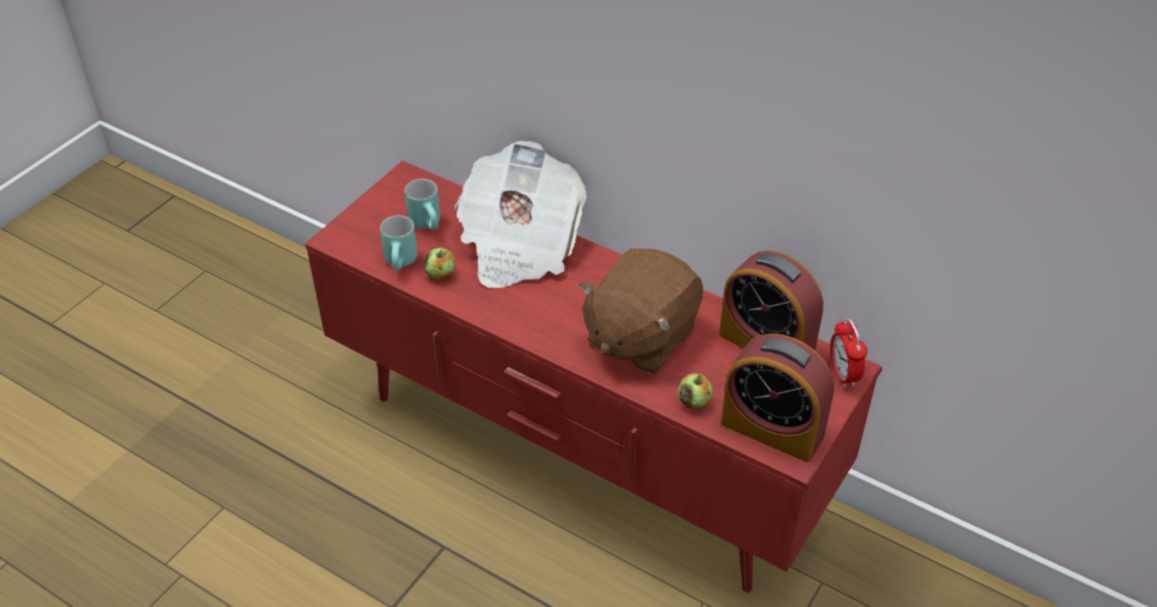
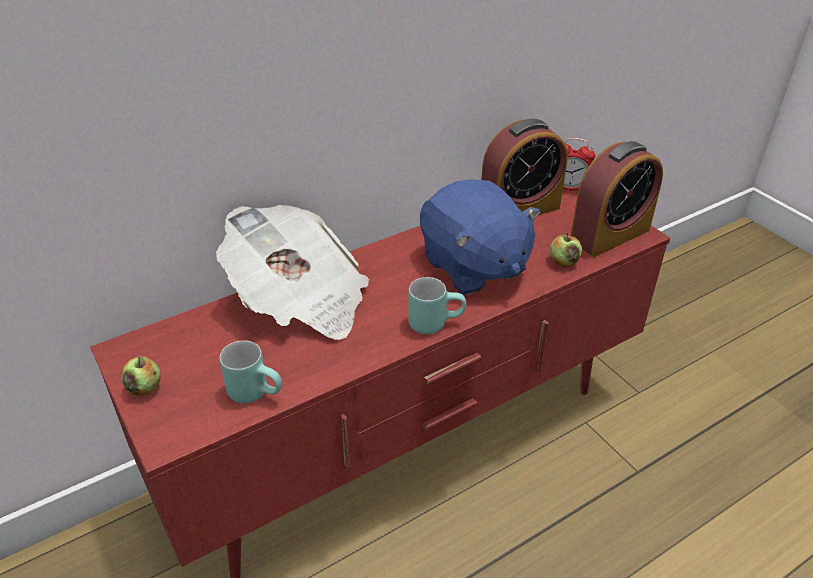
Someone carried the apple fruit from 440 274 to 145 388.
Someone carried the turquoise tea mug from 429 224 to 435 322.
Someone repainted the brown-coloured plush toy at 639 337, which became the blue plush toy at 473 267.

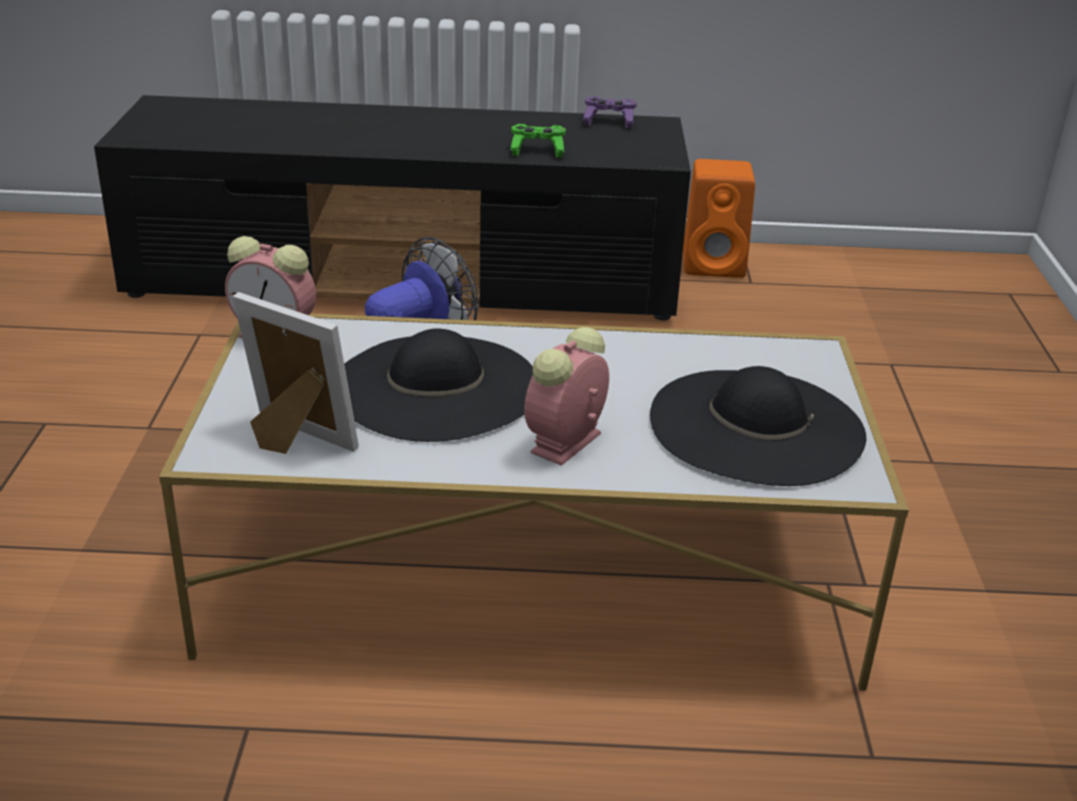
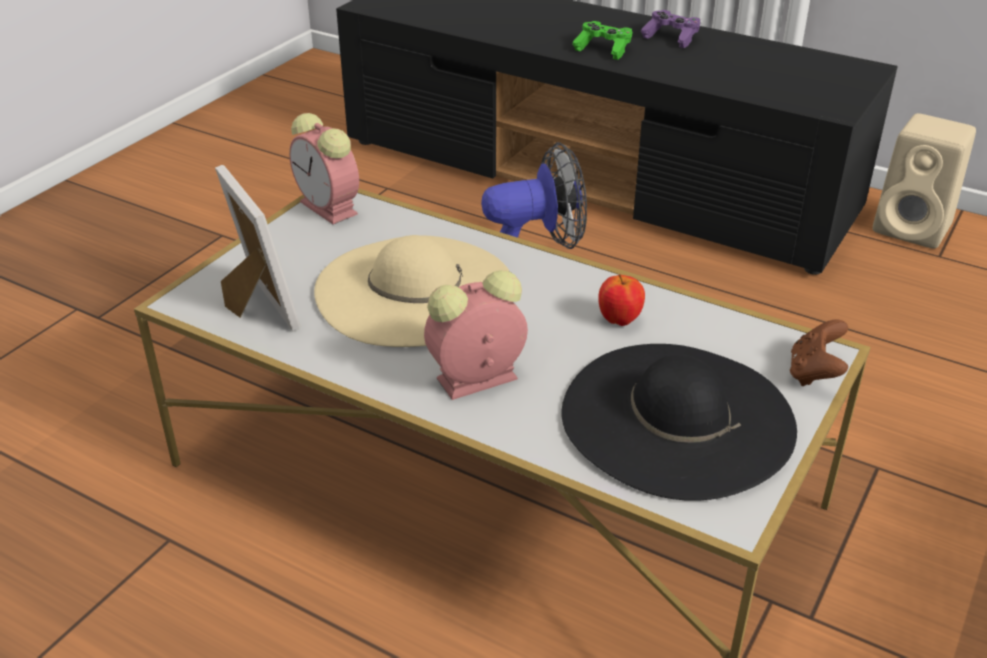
Someone repainted the black wearable hat at 435 387, which became the beige-coloured wearable hat at 414 290.
Someone carried the greenish game controller from 537 151 to 603 49.
Someone put down the apple fruit at 619 320.
Someone carried the purplish game controller from 609 122 to 671 38.
Someone put down the brown-coloured game controller at 814 373.
Someone repainted the orange speaker at 716 265, which became the beige-coloured speaker at 914 229.

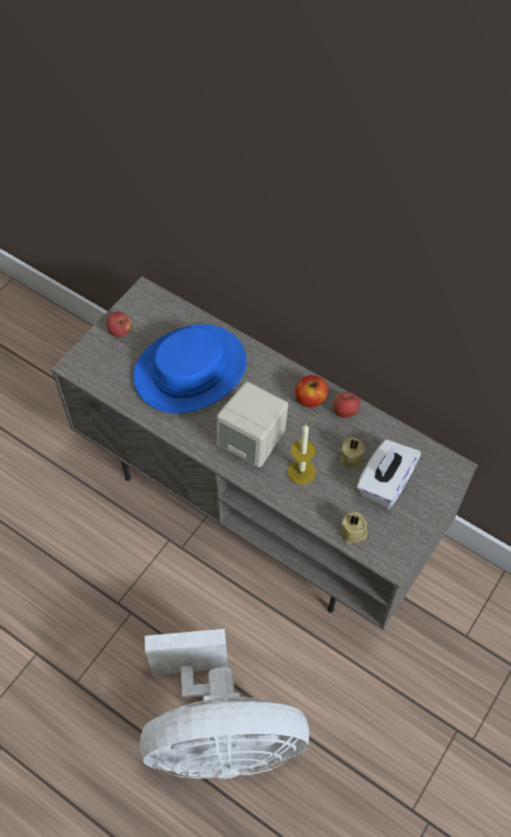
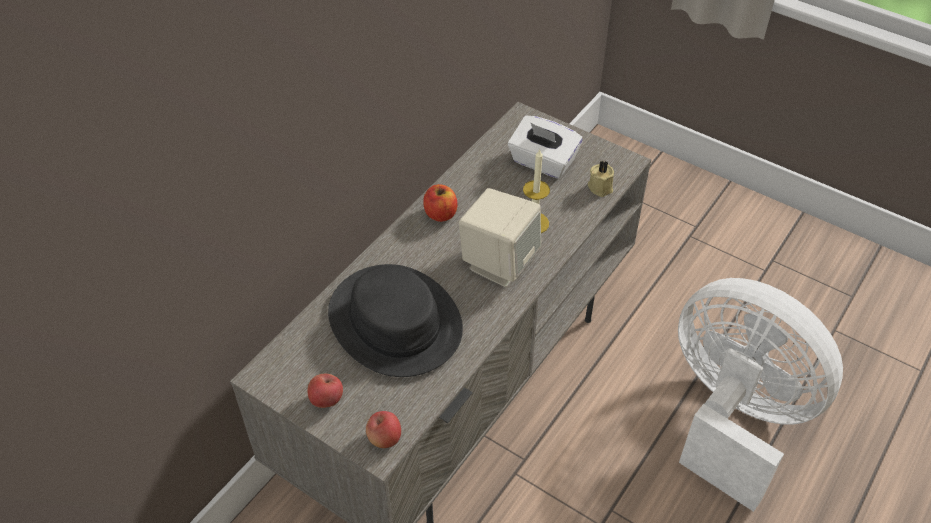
Someone repainted the blue wearable hat at 190 370, which became the black wearable hat at 395 321.
Someone carried the apple fruit from 345 411 to 384 438.
Someone rotated the white electric fan at 219 735 by 45 degrees counterclockwise.
Someone took away the beige-coloured candle at 350 456.

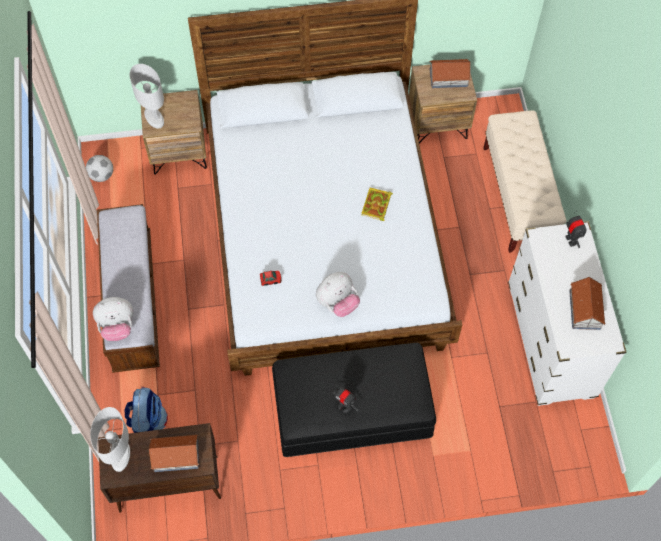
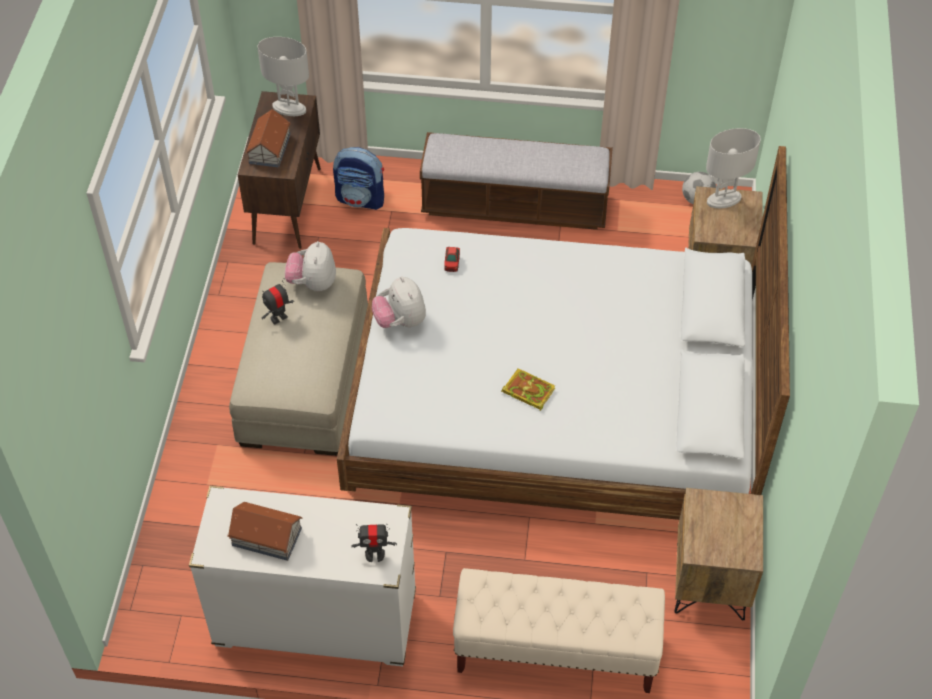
Someone repainted the black footrest at 352 410, which became the beige-coloured footrest at 305 378.
Someone carried the plush toy from 117 326 to 313 283.
Someone took away the model house at 448 77.

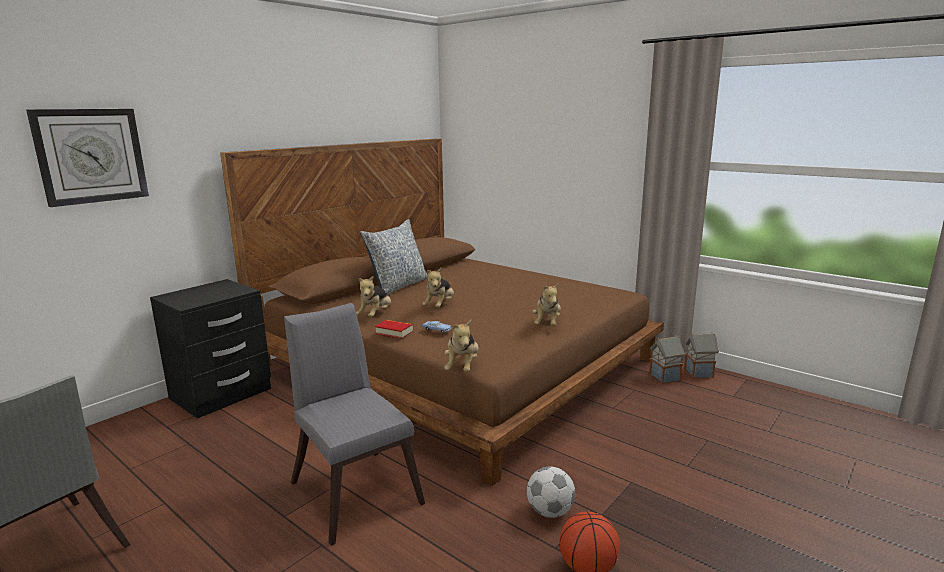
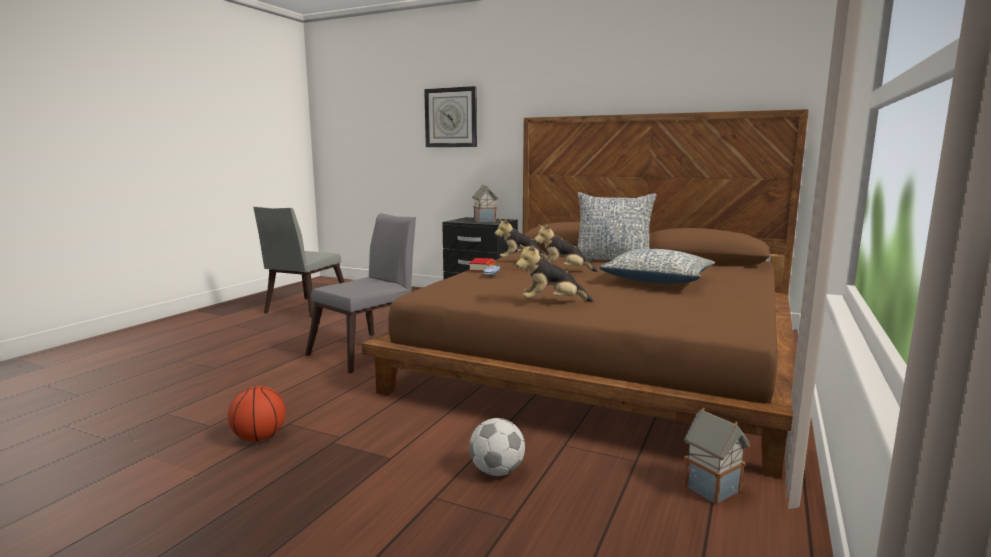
Someone carried the ball for football from 549 511 to 497 471.
Someone carried the model house from 699 372 to 485 221.
Someone put down the pillow at 657 280.
Someone took away the plush toy at 462 367.

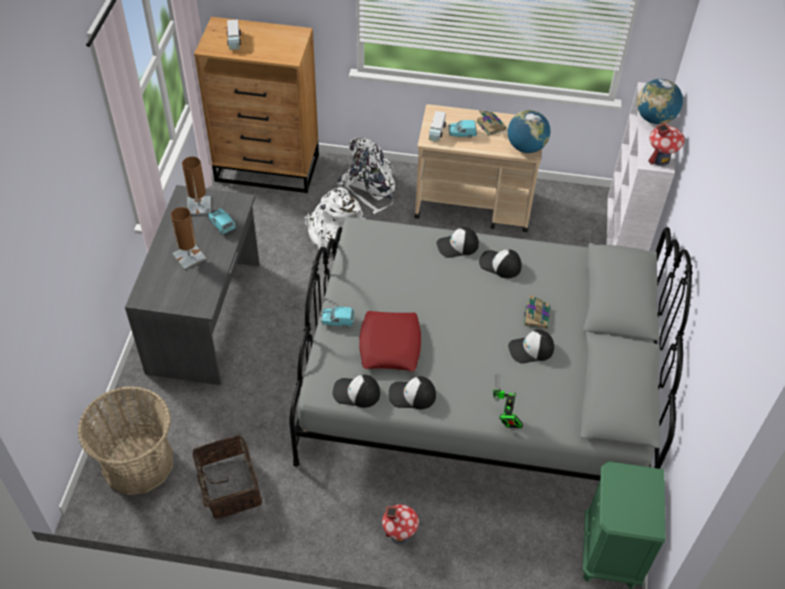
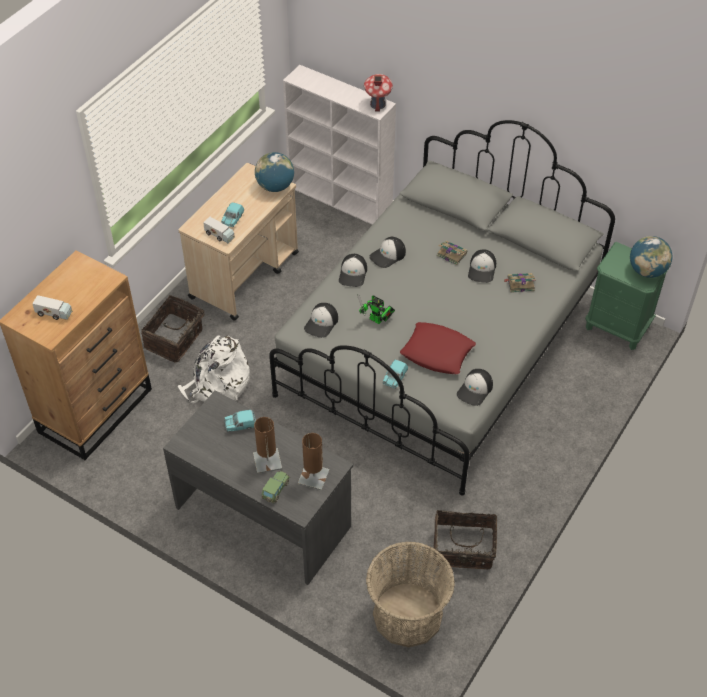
Someone swapped the white rucksack at 370 188 for the storage basket at 175 339.
Someone put down the toy car at 275 490.
Someone carried the brown-coloured tabletop lamp from 199 206 to 313 477.
Someone carried the peaked cap from 411 395 to 321 323.
Someone carried the toy robot from 506 420 to 377 320.
Someone carried the book from 490 125 to 520 284.
Someone carried the globe from 654 118 to 647 271.
Someone took away the model house at 399 535.

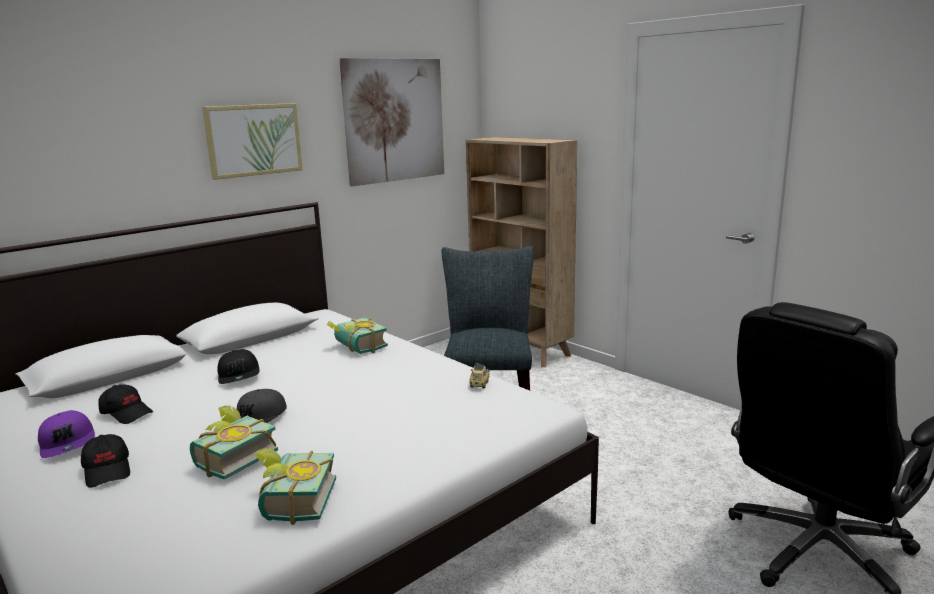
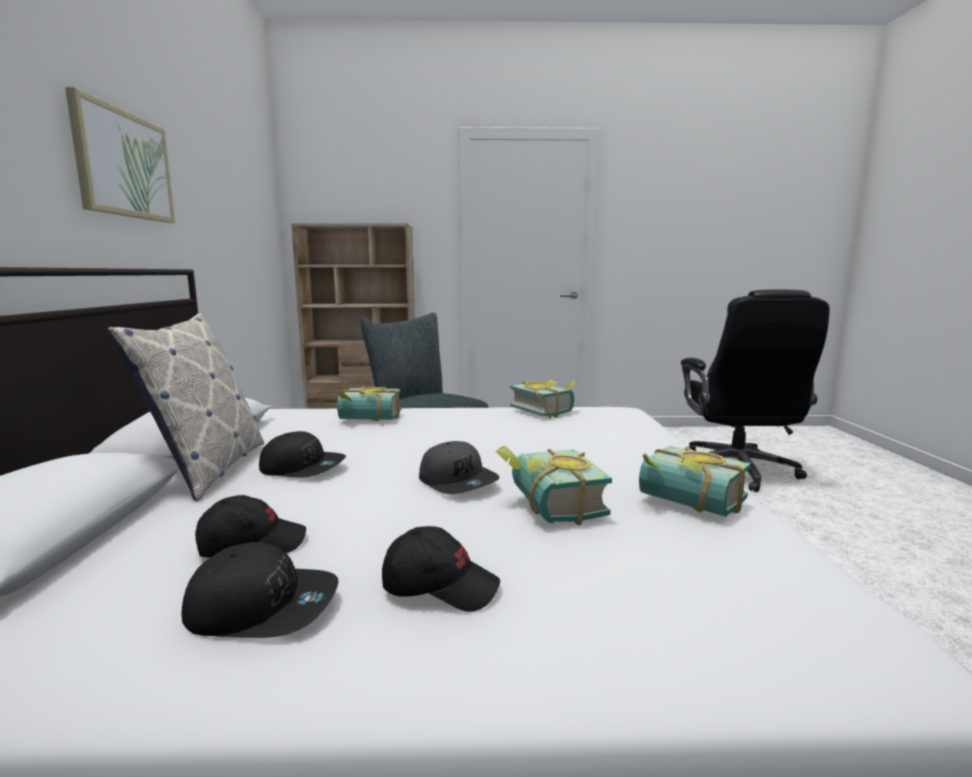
Someone put down the pillow at 208 469.
Someone repainted the purplish peaked cap at 68 443, which became the black peaked cap at 263 607.
Someone swapped the toy car at 479 384 for the book at 546 411.
Someone took away the wall picture at 394 120.

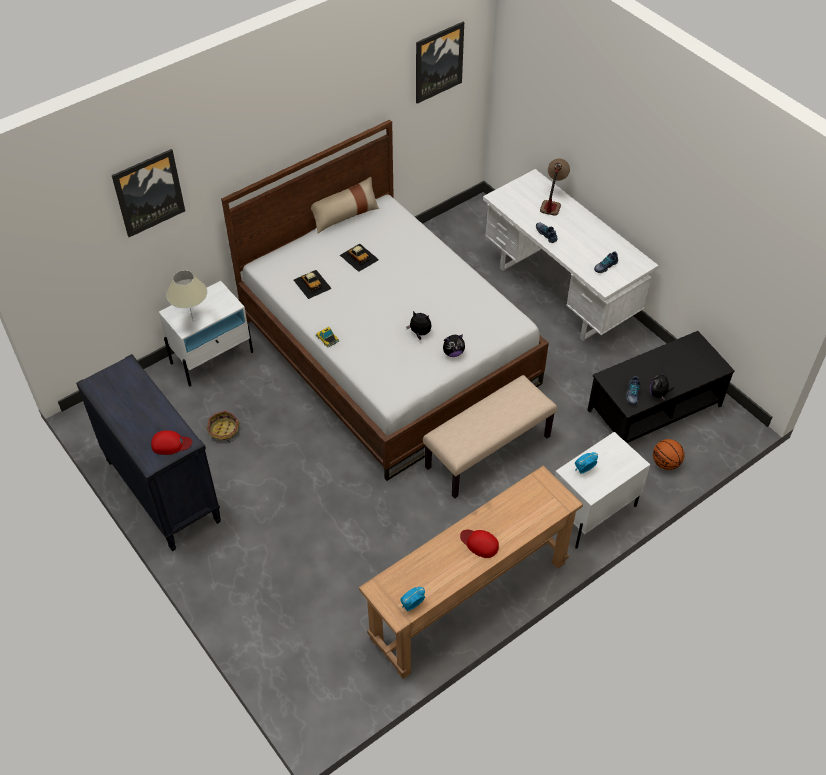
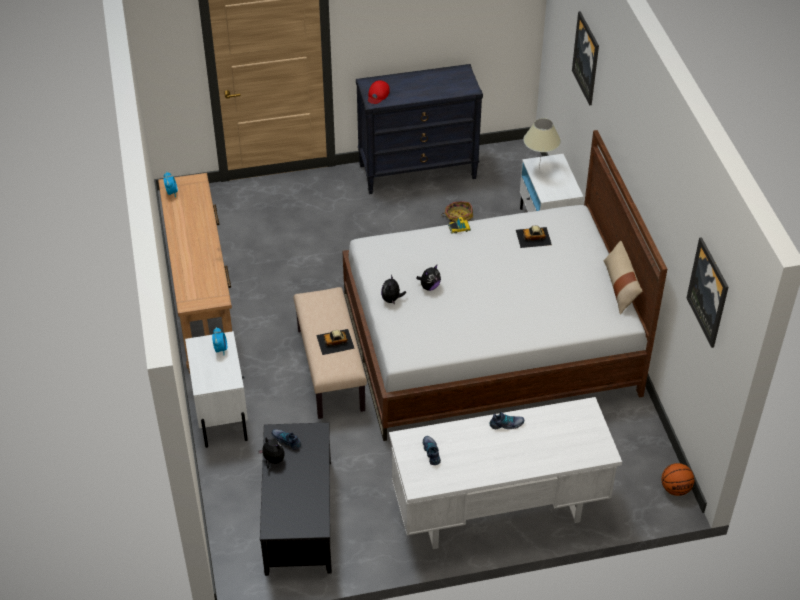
Someone carried the toy car from 359 257 to 335 342.
Someone carried the basketball from 665 463 to 675 489.
Someone took away the red peaked cap at 479 543.
Someone took away the tabletop lamp at 552 201.

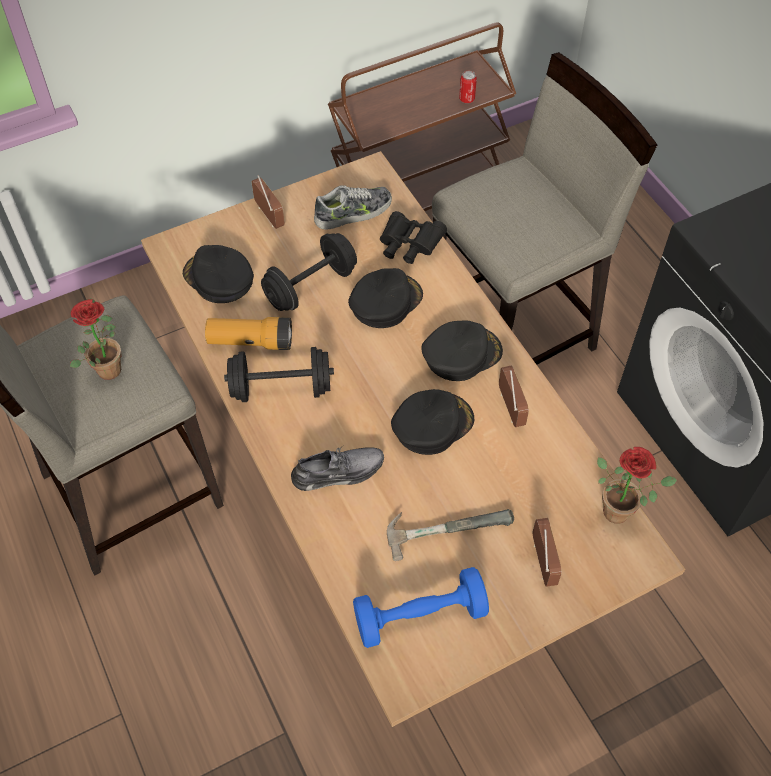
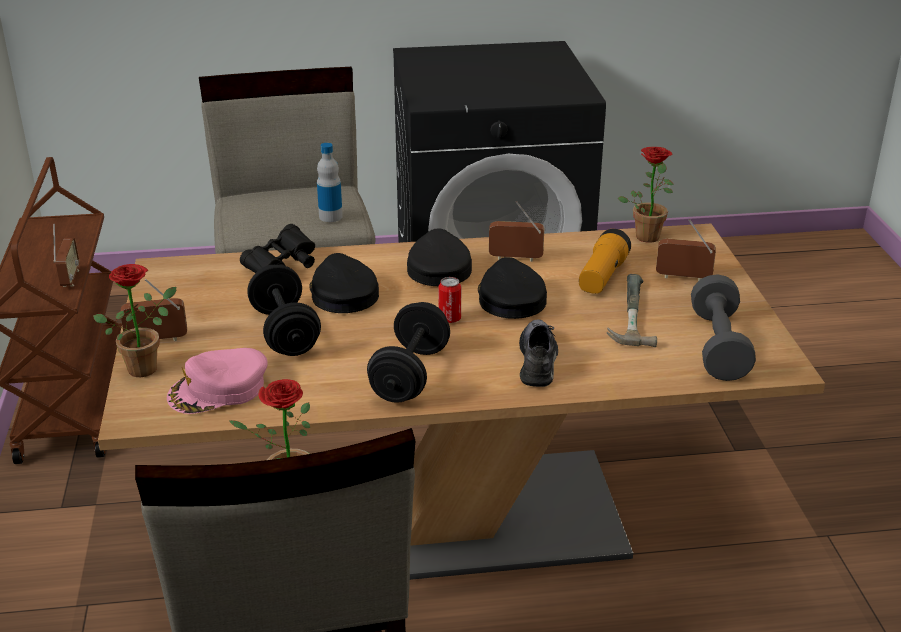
Someone put down the radio at 70 278.
Someone put down the plant in a pot at 147 366.
Someone repainted the black peaked cap at 219 278, which became the pink-coloured peaked cap at 219 390.
Someone put down the drink bottle at 330 216.
Someone carried the sealed can from 466 99 to 449 319.
Someone carried the torch from 250 342 to 602 277.
Someone repainted the blue dumbbell at 420 616, which became the gray dumbbell at 718 346.
Someone took away the low shoe at 353 213.

